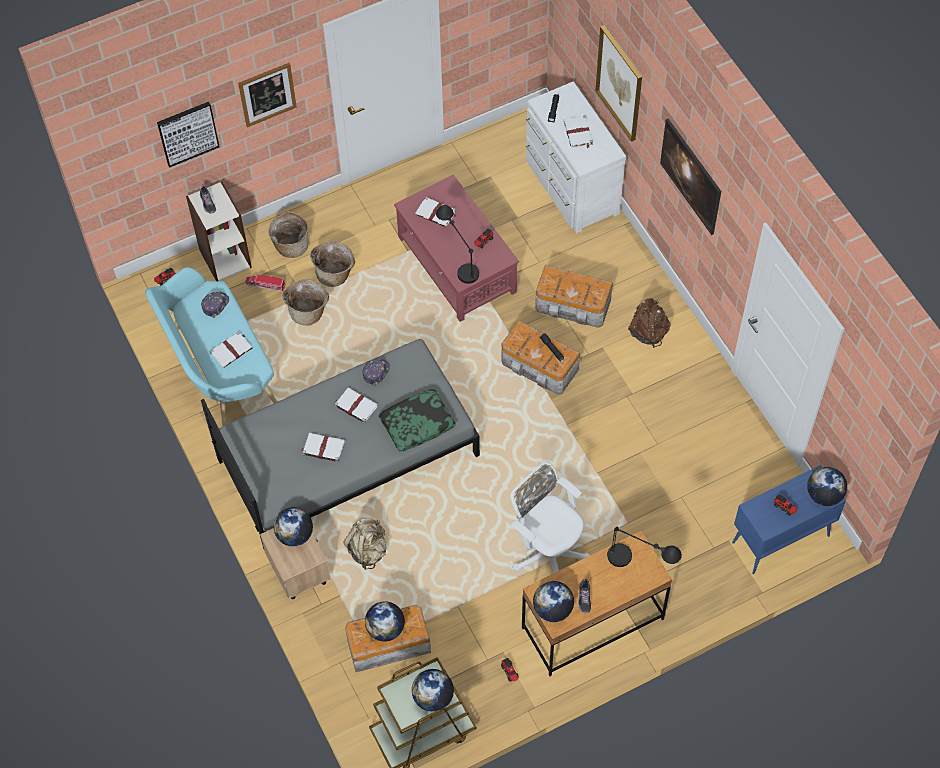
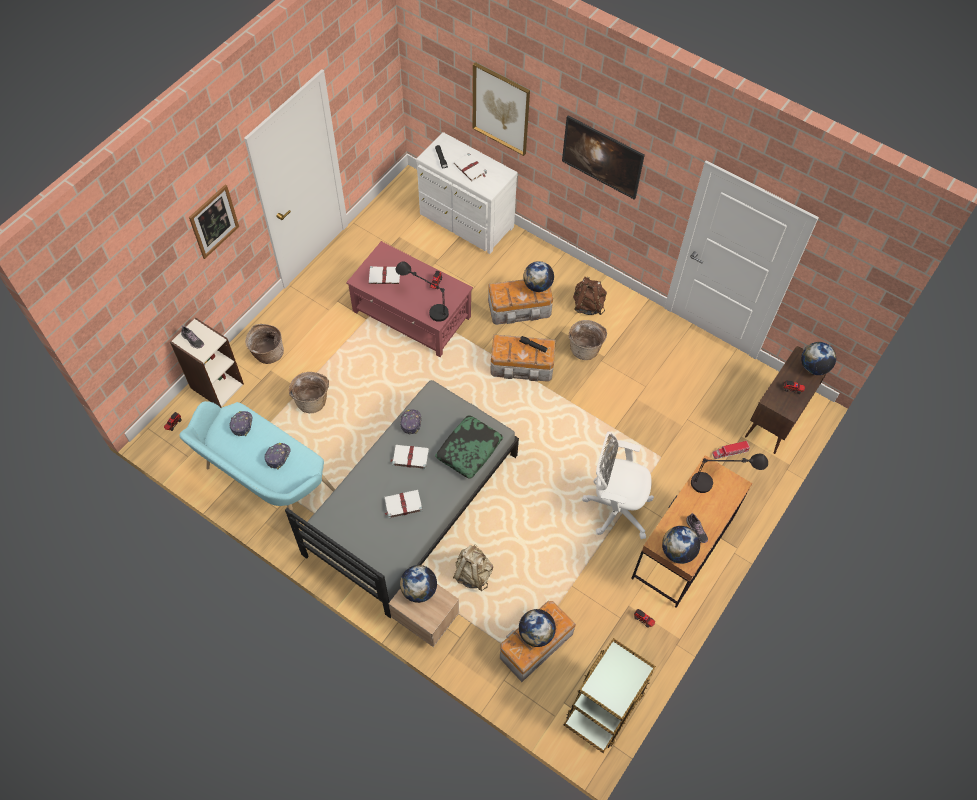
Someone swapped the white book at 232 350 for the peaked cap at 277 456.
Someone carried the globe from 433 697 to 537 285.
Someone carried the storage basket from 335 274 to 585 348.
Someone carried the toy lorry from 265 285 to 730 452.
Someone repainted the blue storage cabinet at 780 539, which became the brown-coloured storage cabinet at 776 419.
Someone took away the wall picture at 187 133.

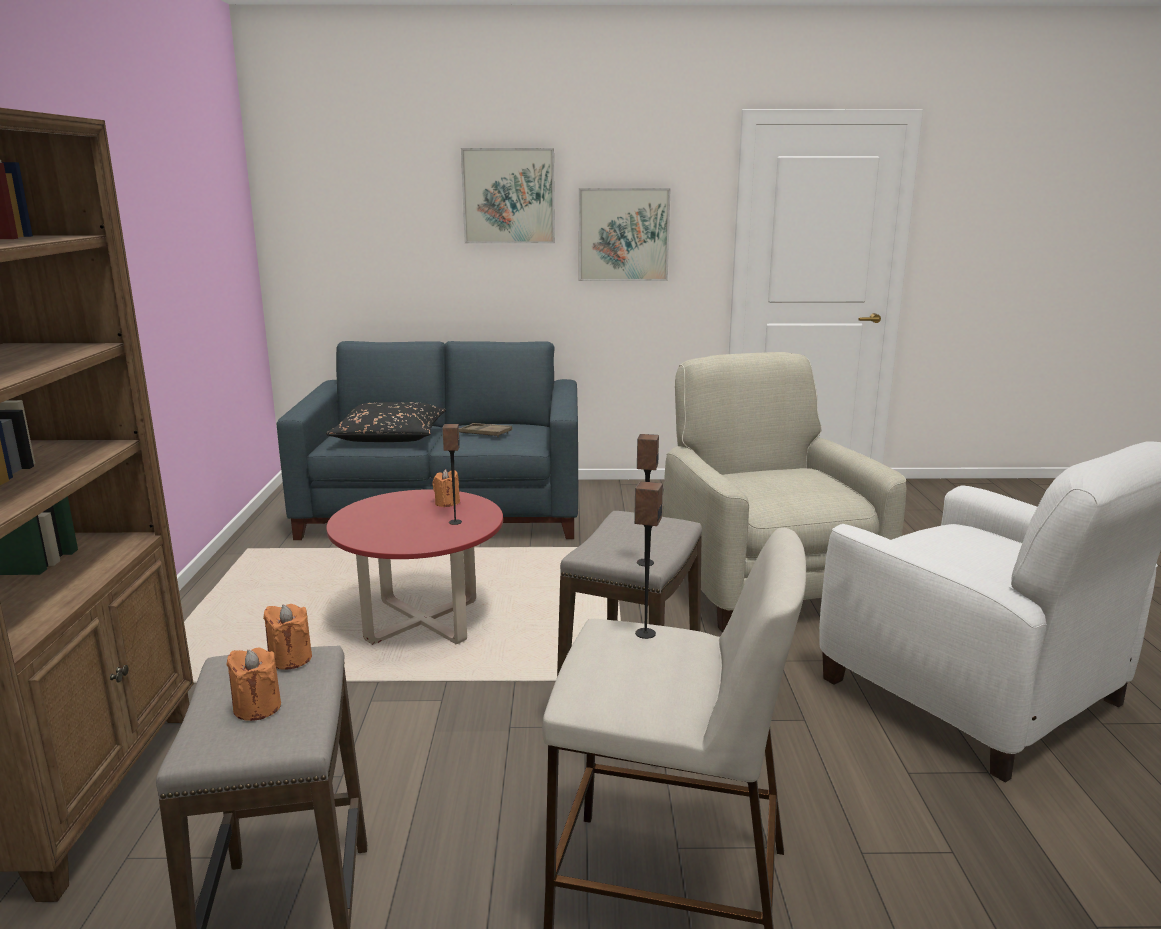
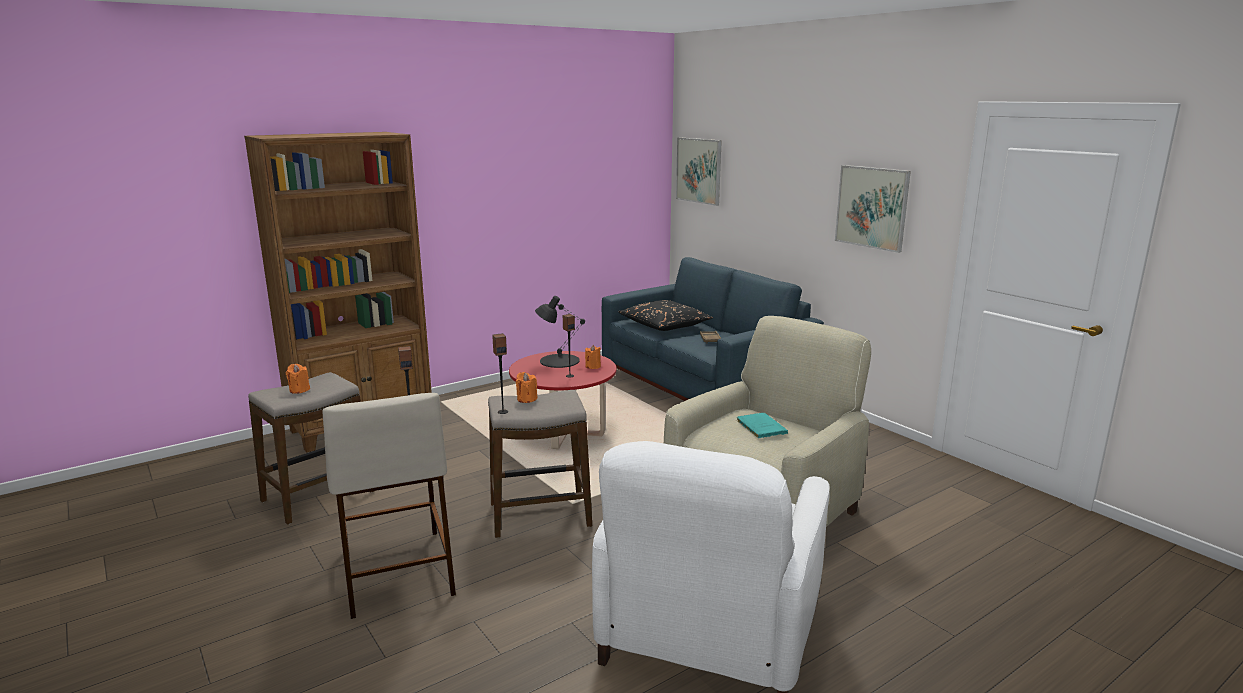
Someone carried the orange candle from 290 658 to 526 399.
Someone put down the black tabletop lamp at 559 361.
Someone carried the wall picture from 508 196 to 699 170.
Someone put down the turquoise book at 760 427.

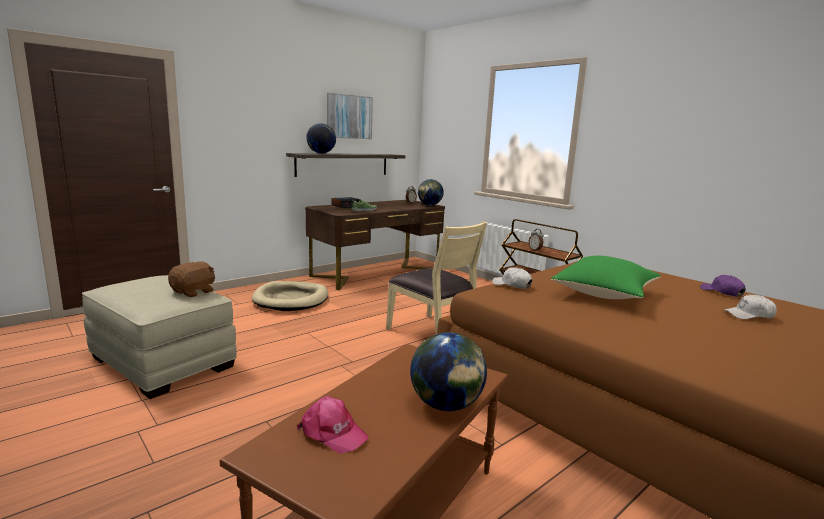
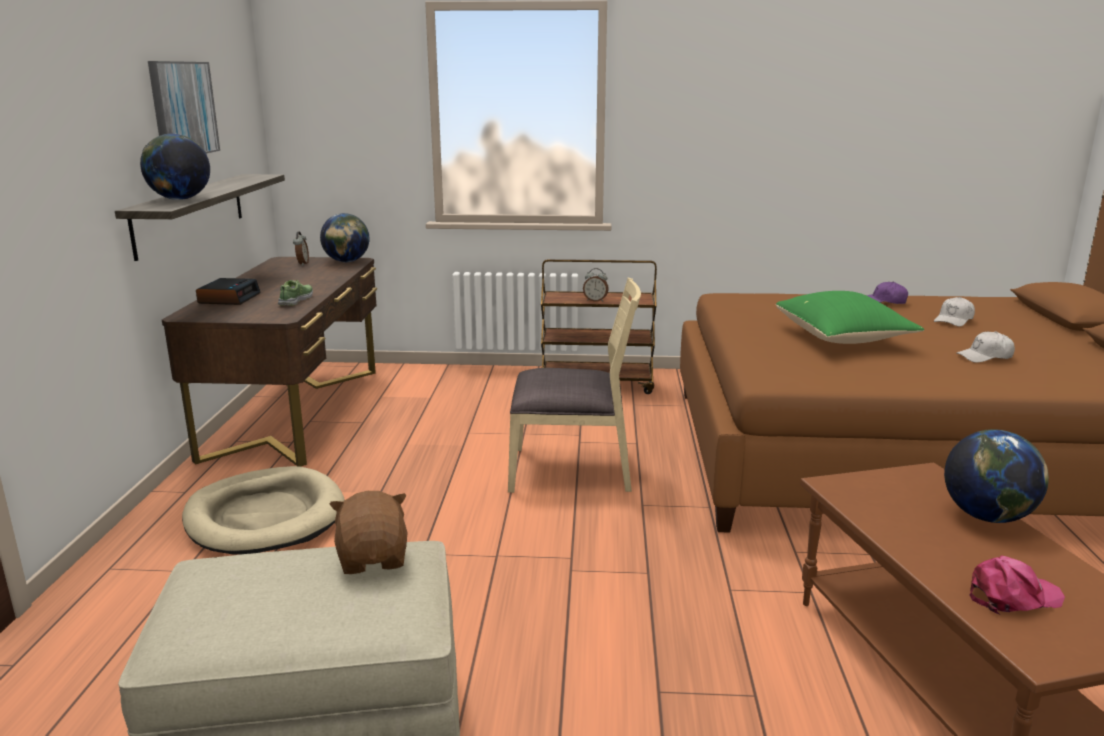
Someone carried the white peaked cap from 512 285 to 985 357.

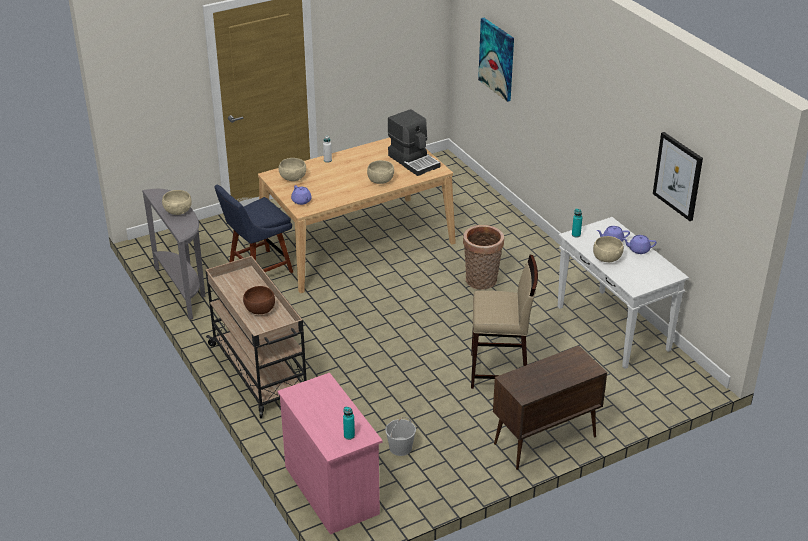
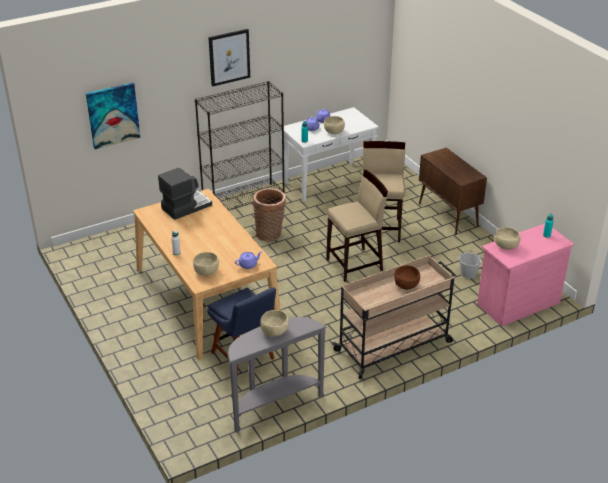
Someone put down the black shelving unit at 244 200.
Someone carried the wall picture from 678 176 to 229 57.
Someone put down the beige-coloured stool seat at 355 265.
Someone carried the beige-coloured bowl from 380 181 to 506 246.

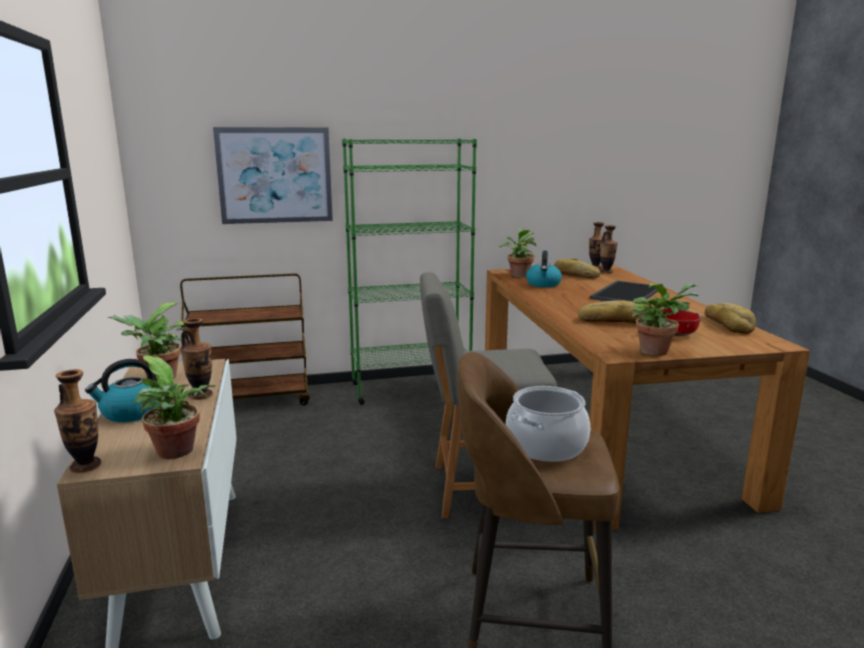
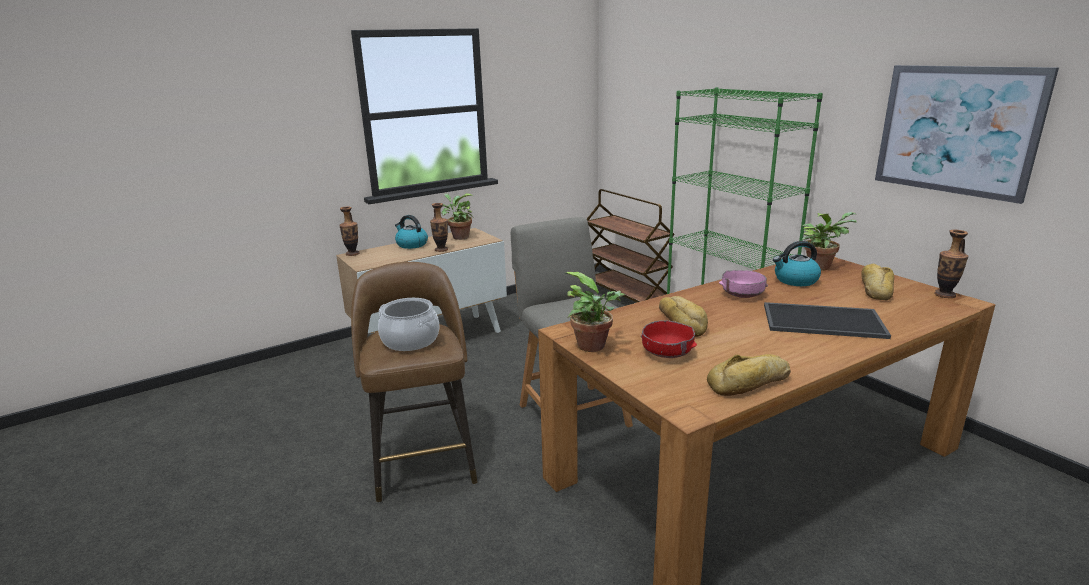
Someone put down the pink-coloured bowl at 742 295.
Someone carried the wall picture from 275 175 to 957 130.
Someone took away the plant in a pot at 178 452.
Someone took away the vase at 606 272.

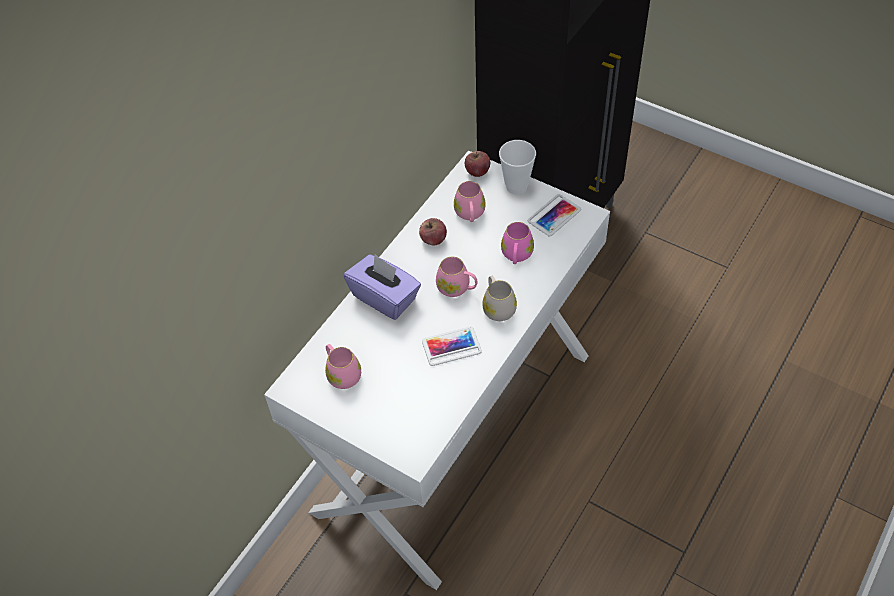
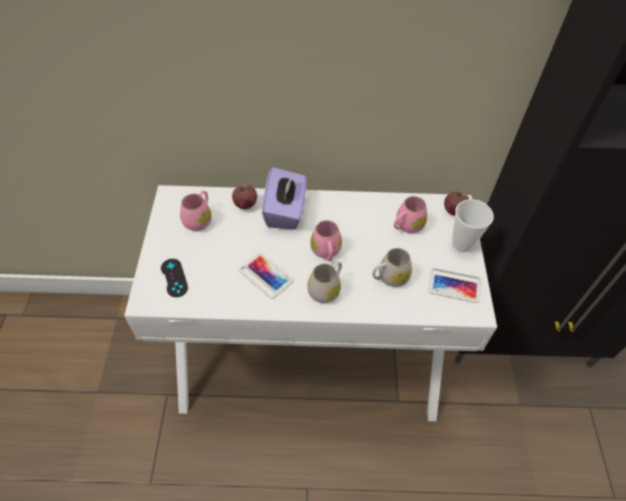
Someone put down the black game controller at 174 278.
Someone carried the apple fruit from 433 239 to 245 204.
Someone repainted the pink-coloured tea mug at 516 255, which became the white tea mug at 389 278.

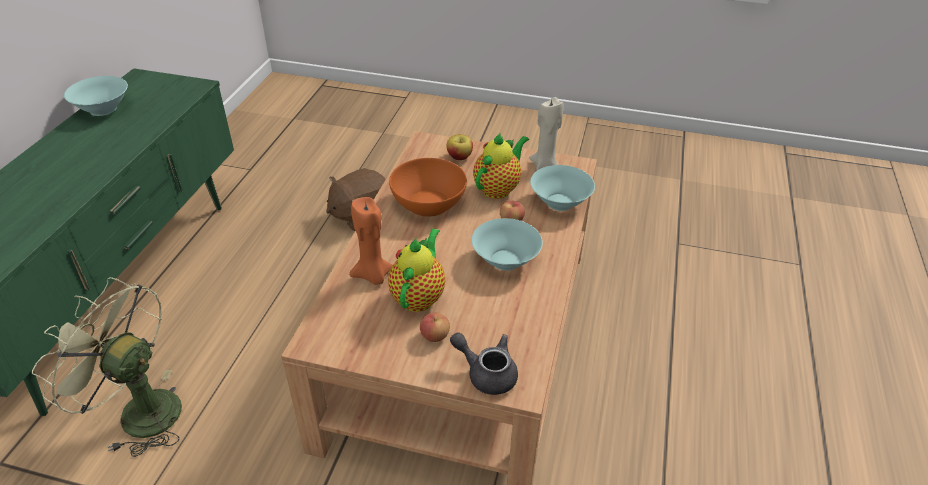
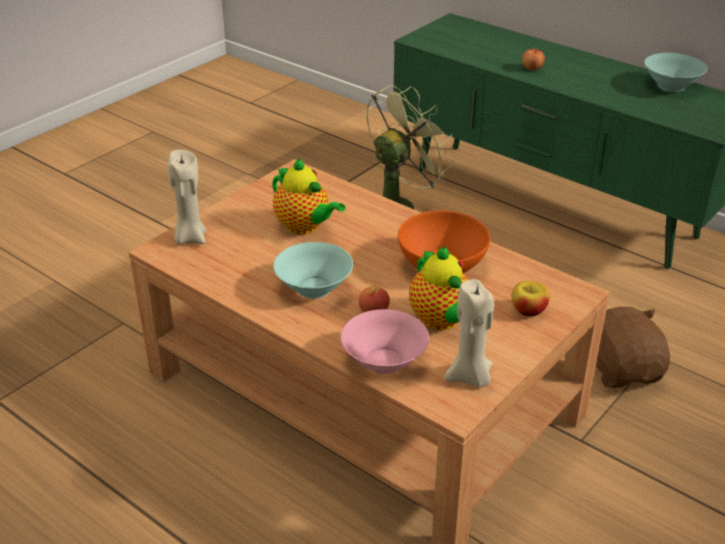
Someone swapped the gray tea pot at 486 373 for the beige-coloured candle at 190 238.
Someone repainted the turquoise bowl at 559 202, which became the pink-coloured bowl at 383 360.
Someone carried the apple fruit from 435 336 to 532 68.
Someone took away the orange candle at 373 276.

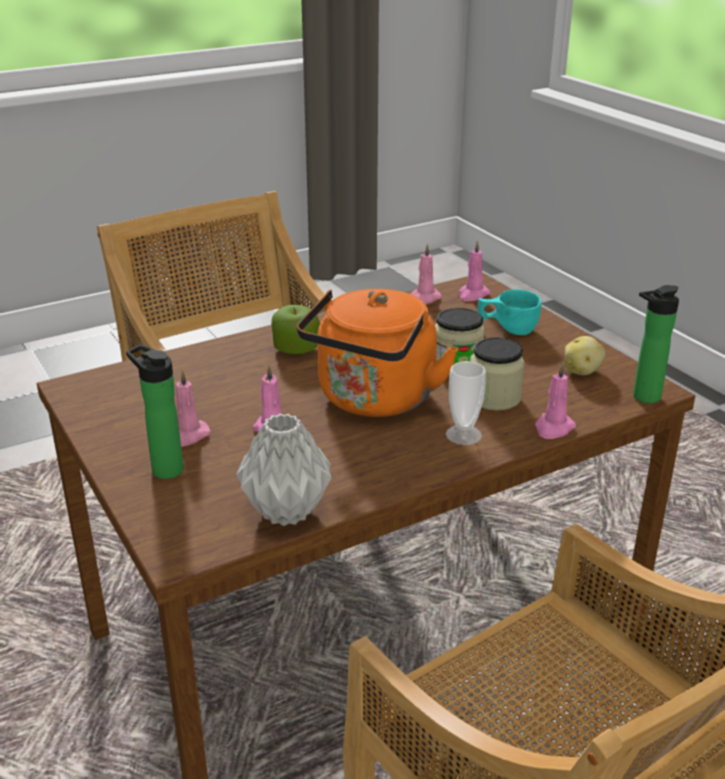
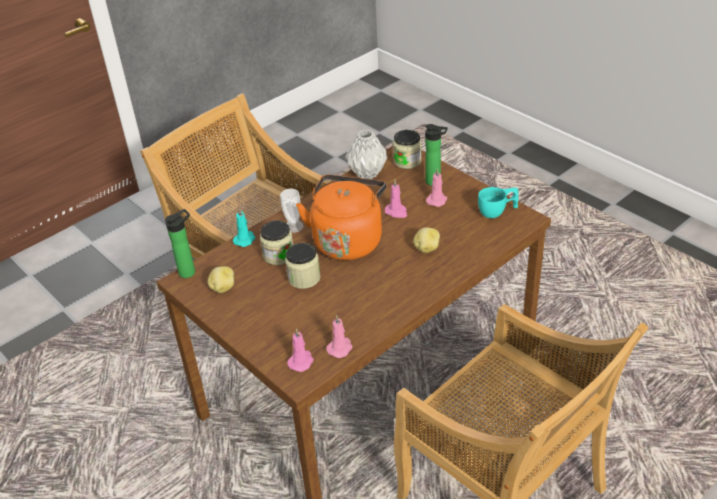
Someone repainted the pink-coloured candle at 553 428, which became the turquoise candle at 245 239.
Someone put down the jar at 407 161.
Someone put down the whole potato at 426 248.
Someone carried the turquoise small cup from 507 329 to 497 212.
Someone took away the apple fruit at 296 349.

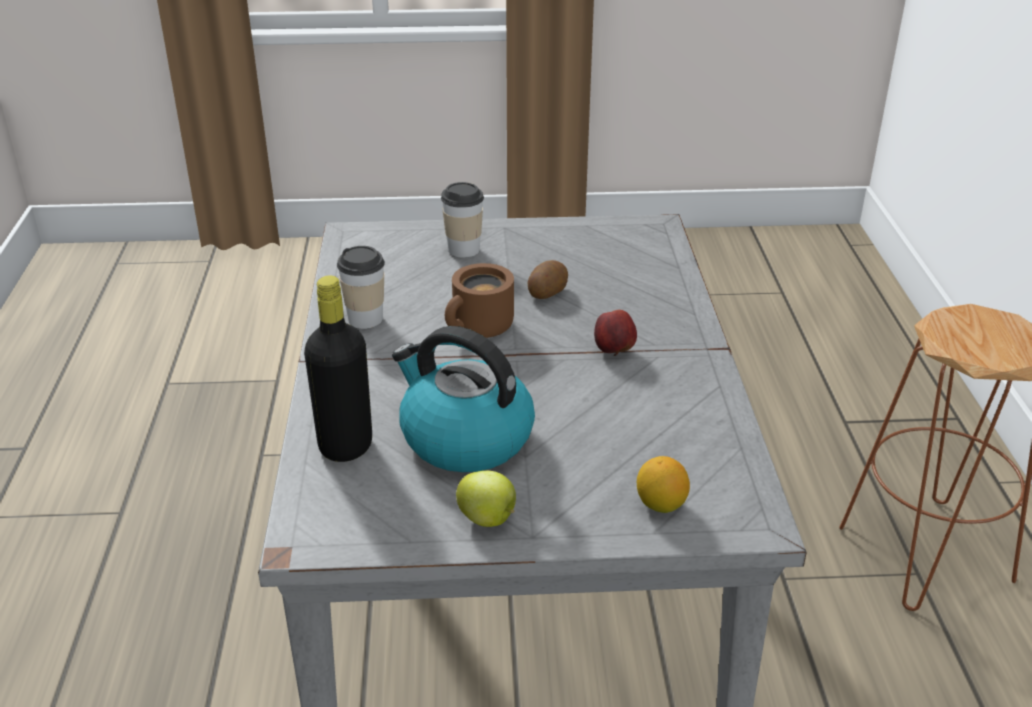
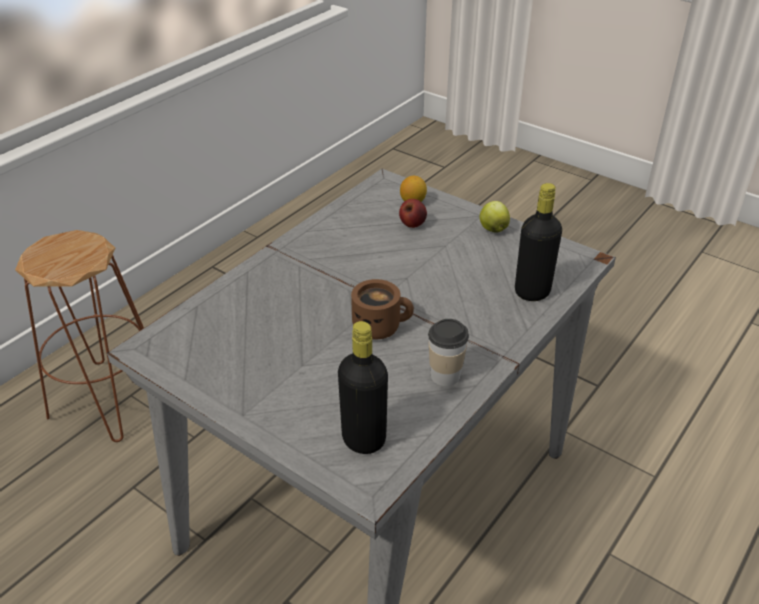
Someone put down the black drink bottle at 364 439.
Someone carried the apple fruit from 614 351 to 412 224.
Someone took away the kettle at 464 438.
Someone took away the small cup at 463 249.
Someone took away the whole potato at 546 292.

